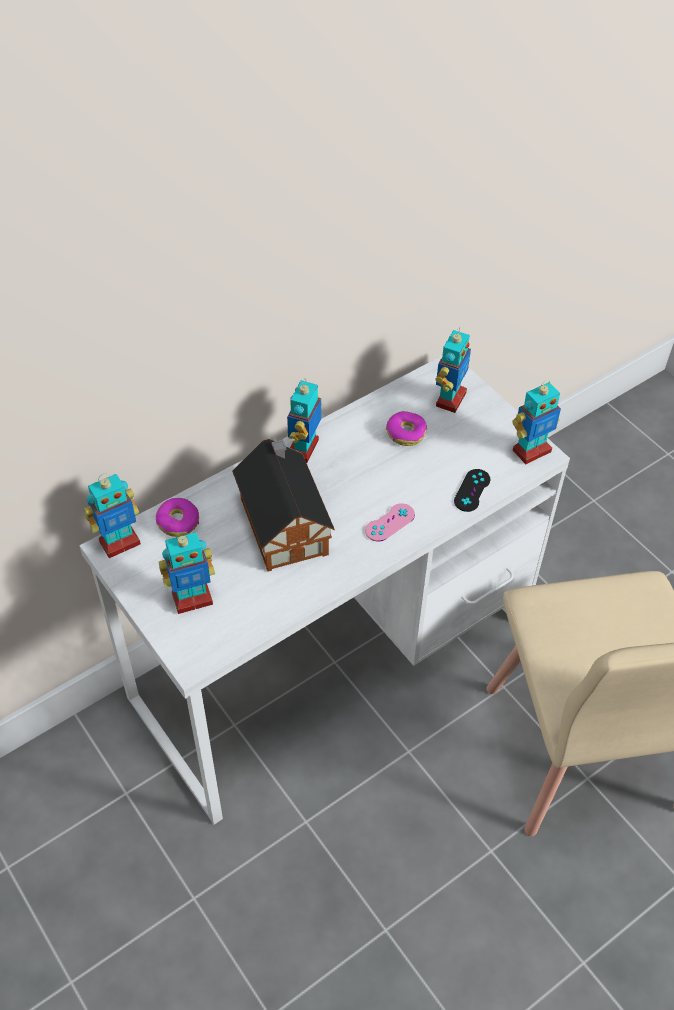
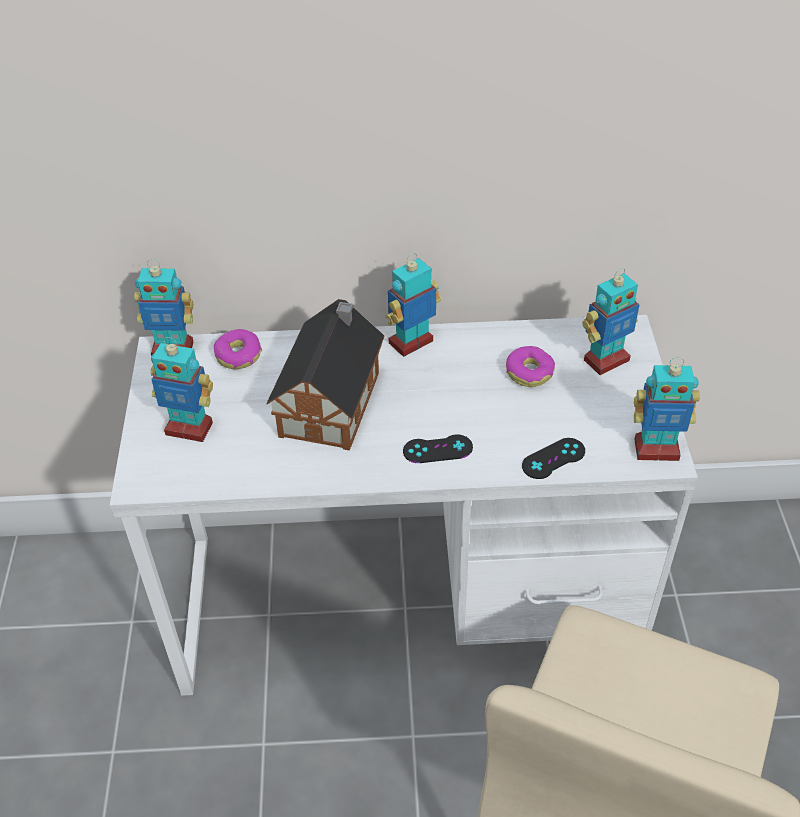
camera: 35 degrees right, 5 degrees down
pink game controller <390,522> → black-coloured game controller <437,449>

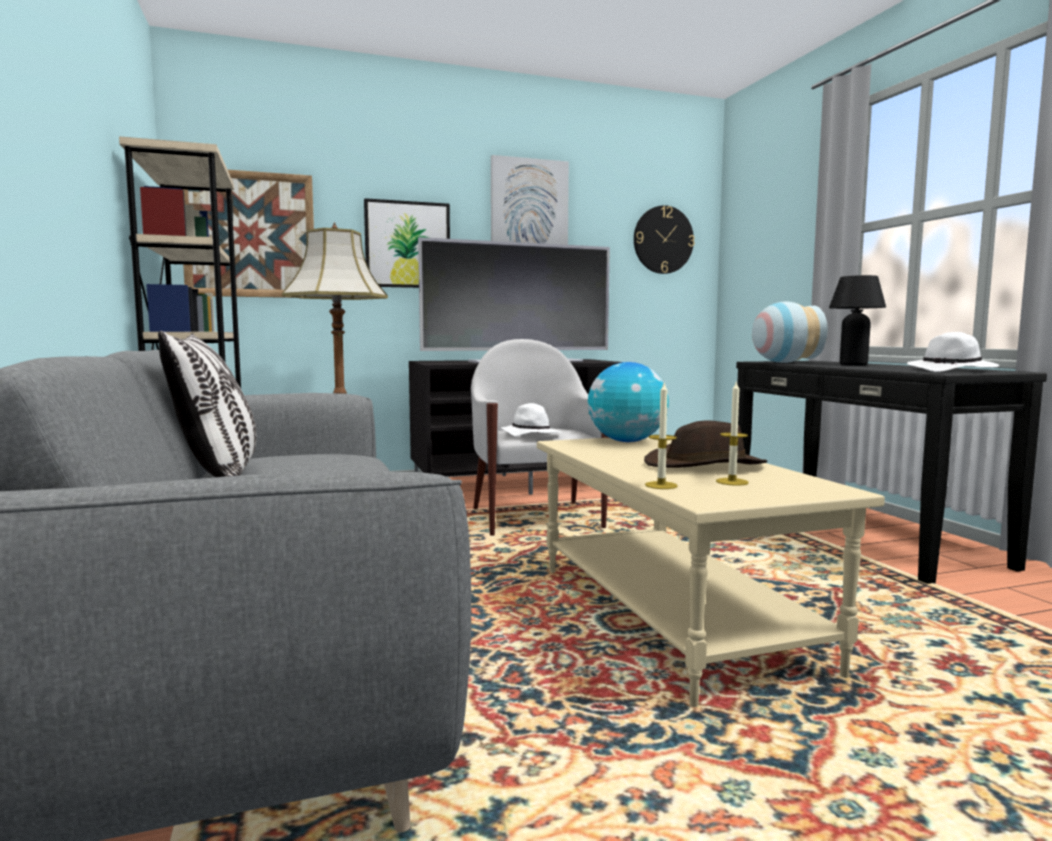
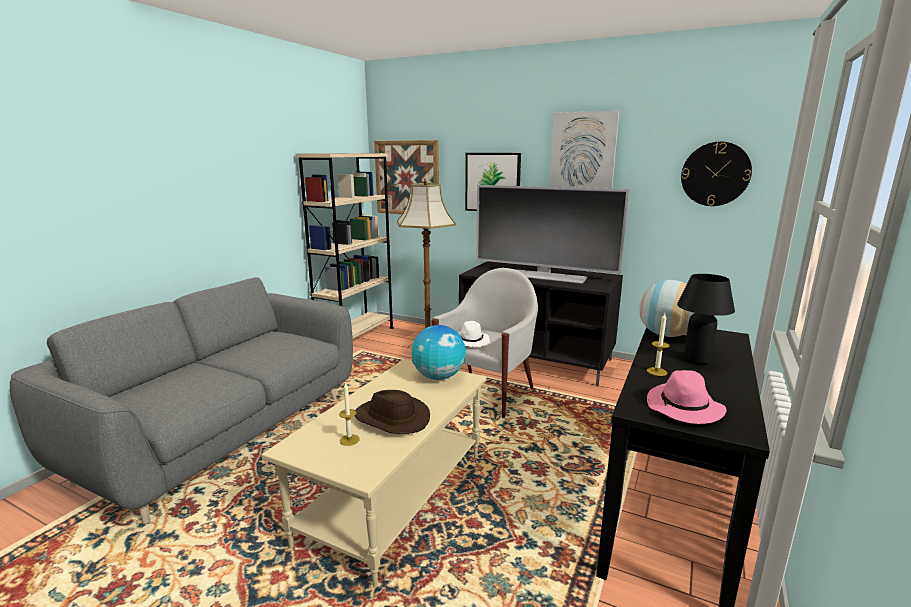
camera: 45 degrees right, 10 degrees up
cushion <219,476> → -
white wearable hat <952,370> → pink wearable hat <684,408>
candle <661,485> → candle <657,371>, move

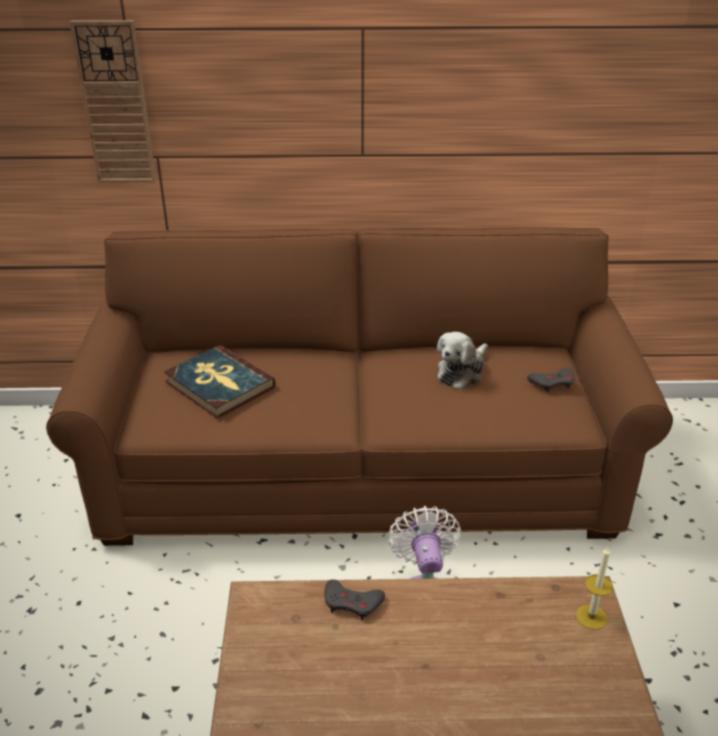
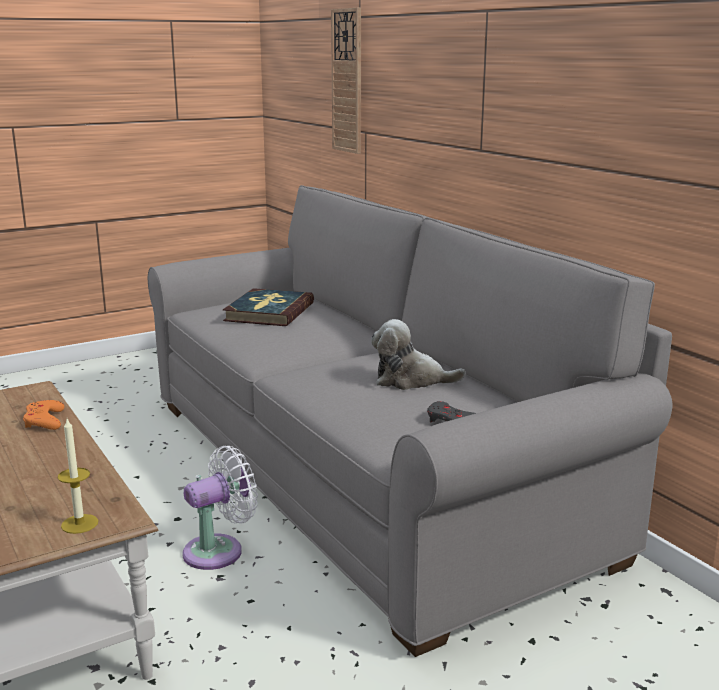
camera: 60 degrees right, 15 degrees down
brown-coloured sofa <360,469> → gray sofa <361,474>
gray game controller <352,603> → orange game controller <44,420>

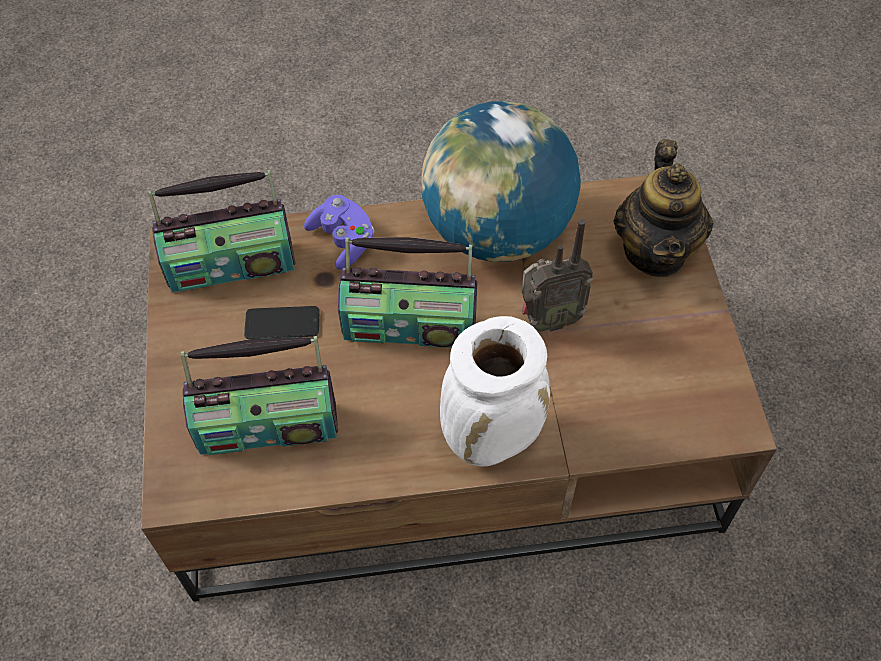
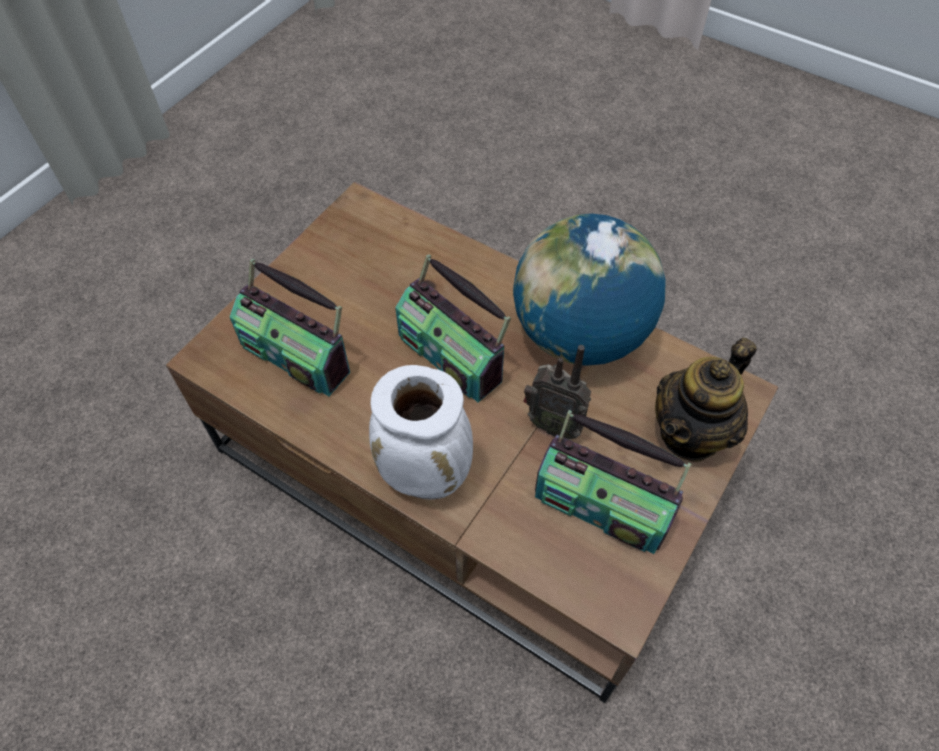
camera: 40 degrees right, 0 degrees up
radio <231,263> → radio <602,506>, move
purple game controller <343,241> → -
handset <282,323> → -

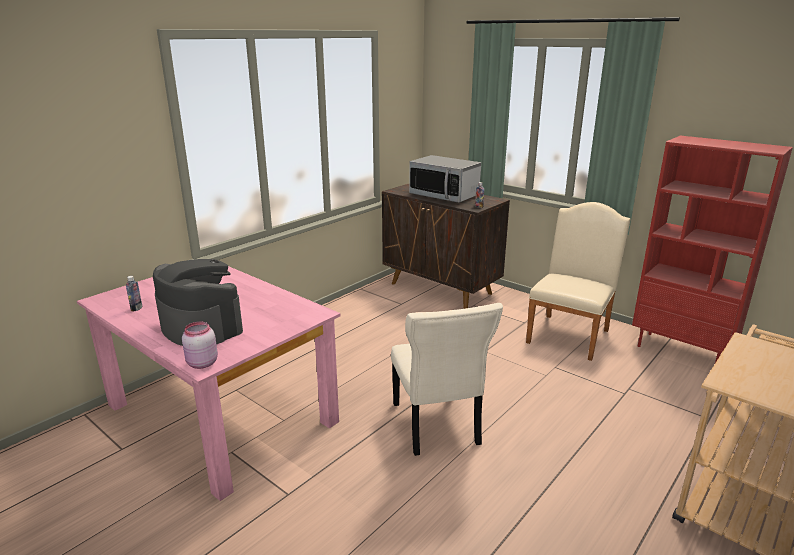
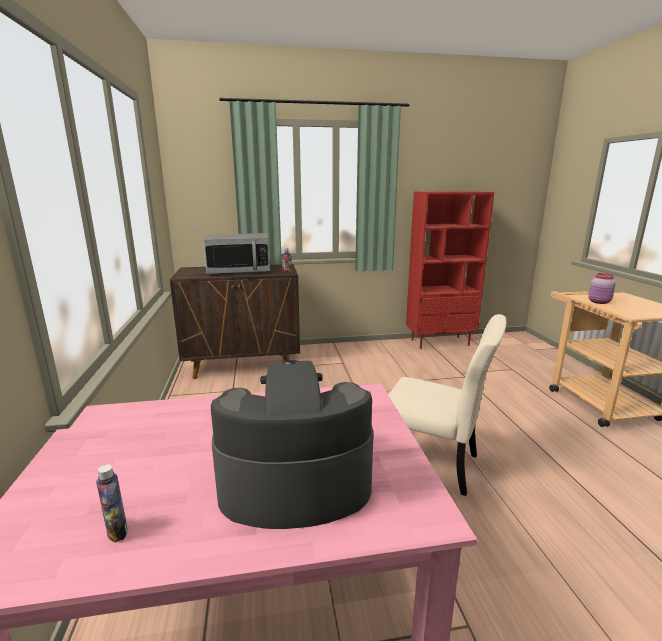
camera: 50 degrees left, 5 degrees down
sand-coloured plain chair <570,334> → -
pink jar <201,363> → pink jar <599,302>, move

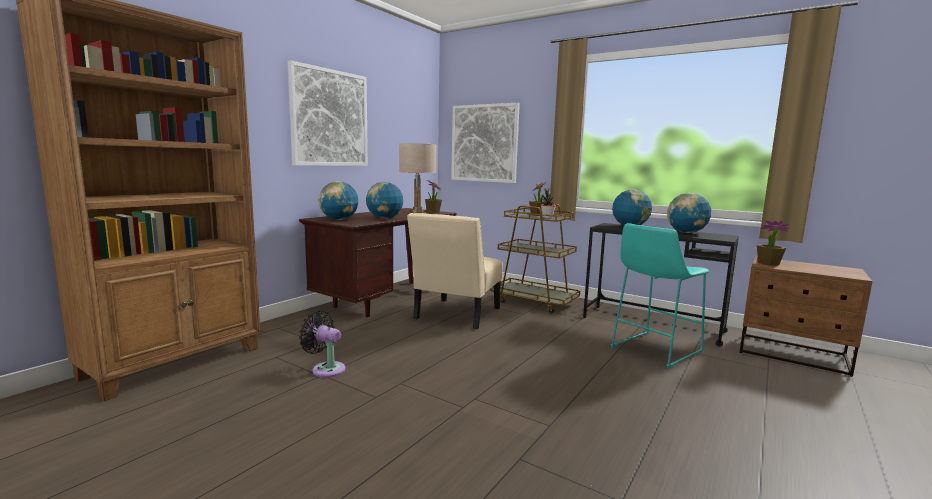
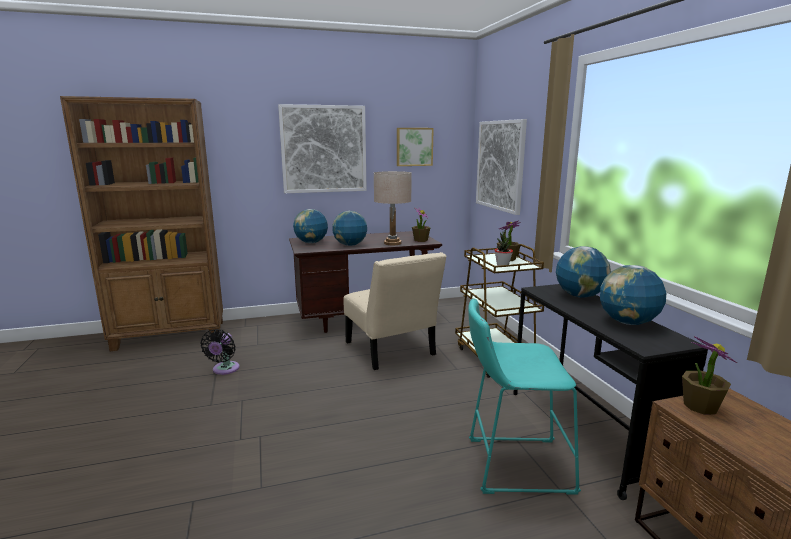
camera: 40 degrees right, 5 degrees up
sand-coloured plain chair <455,315> → sand-coloured plain chair <391,351>, 90 degrees counterclockwise
black-coloured cooling fan <326,369> → black-coloured cooling fan <224,370>, 150 degrees counterclockwise
- → picture <414,147>

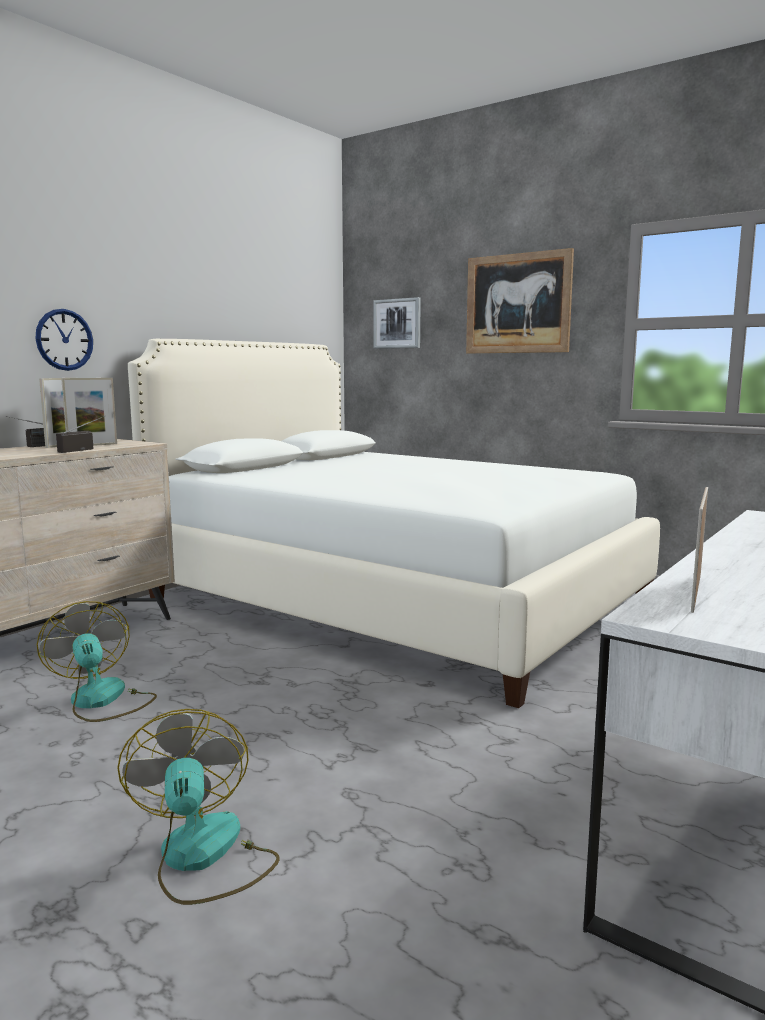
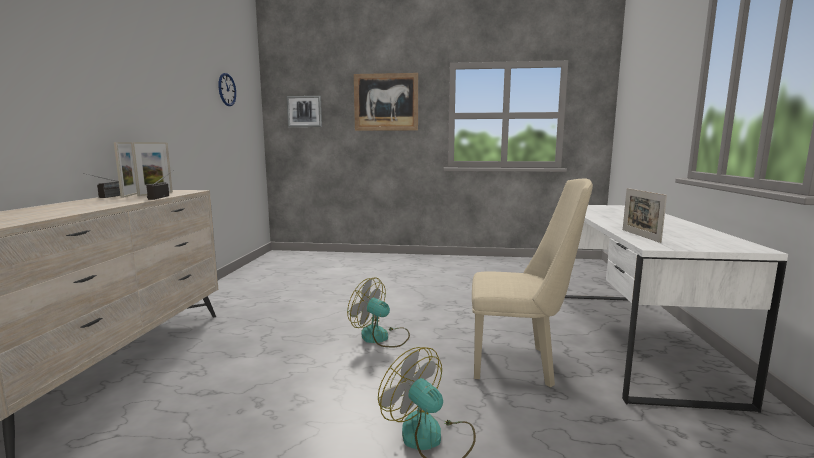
camera: 30 degrees left, 0 degrees up
clock on the wall <64,339> → clock on the wall <227,89>, move
white bed <395,600> → -
cooling fan <102,701> → cooling fan <381,337>, move
- → sand-coloured plain chair <520,363>

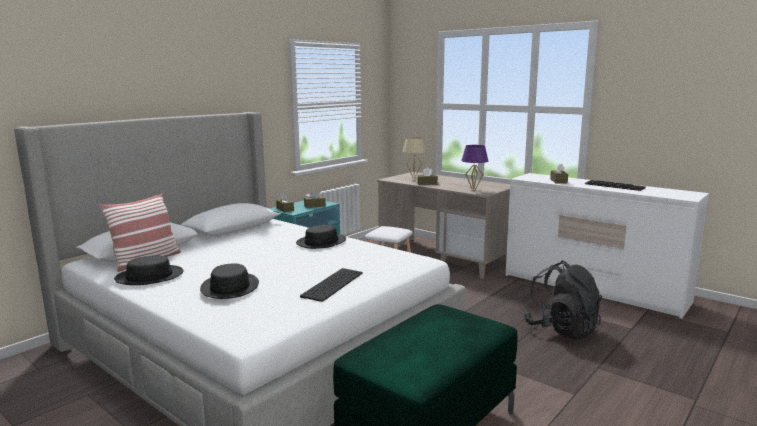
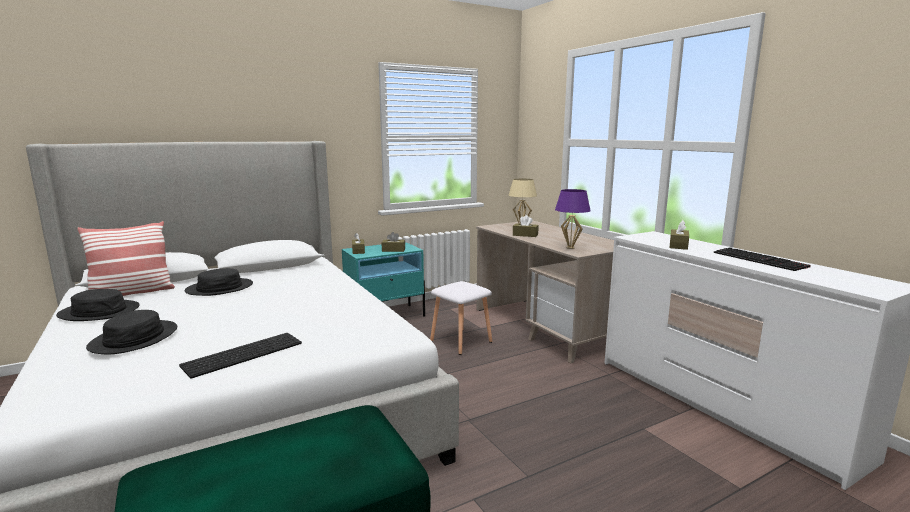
camera: 20 degrees right, 0 degrees up
black-coloured wearable hat <321,242> → black-coloured wearable hat <219,288>, move
black-coloured backpack <561,329> → -

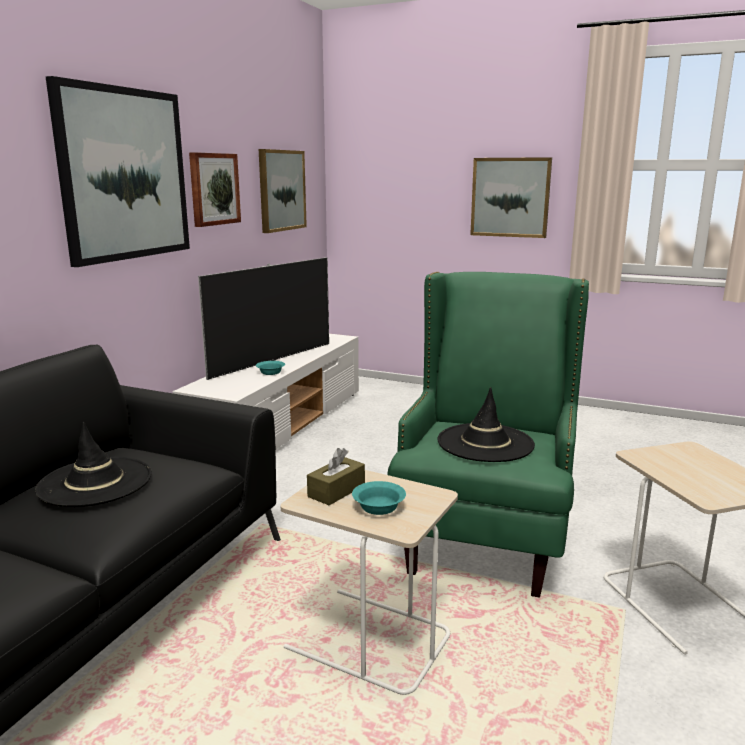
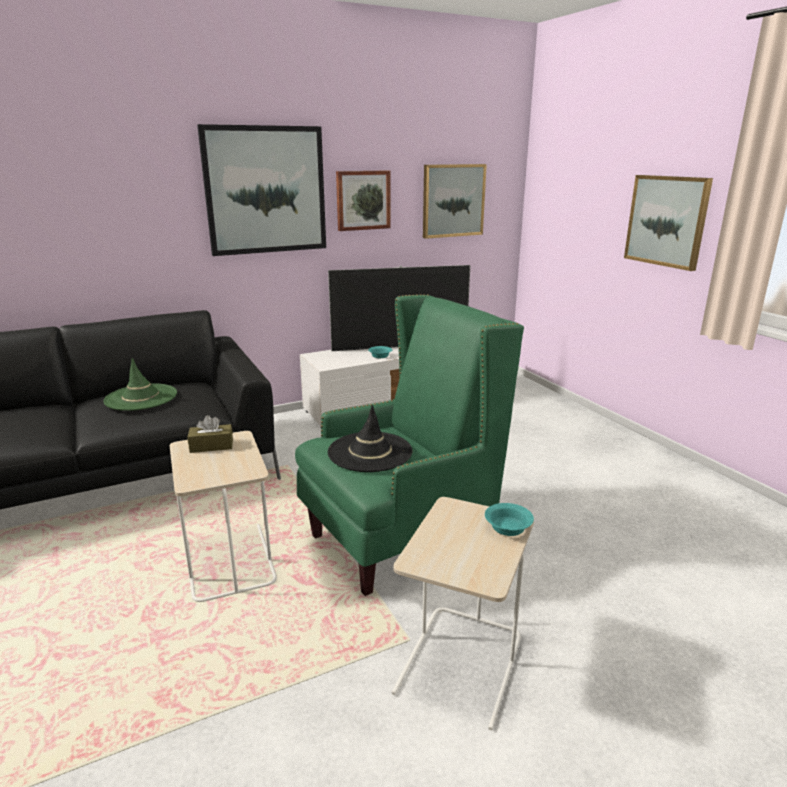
camera: 40 degrees right, 5 degrees up
black-coloured wearable hat <95,482> → green wearable hat <141,397>
blue-green deep dish <378,506> → blue-green deep dish <508,527>, move

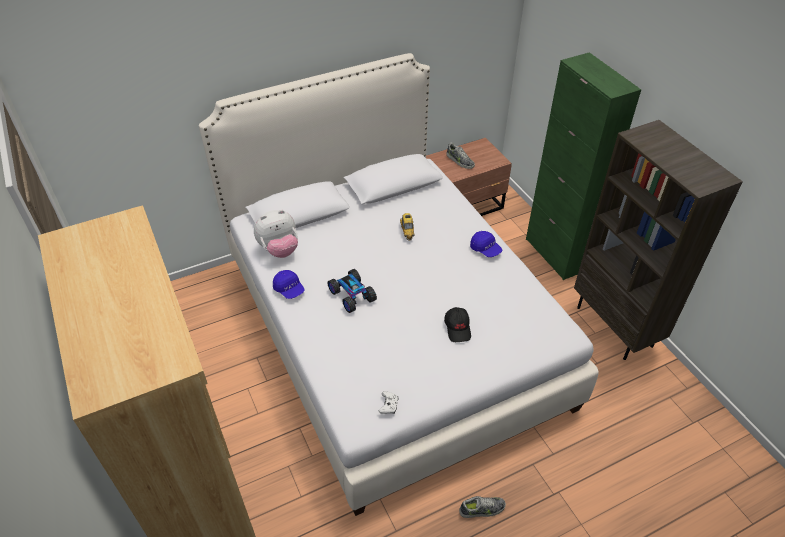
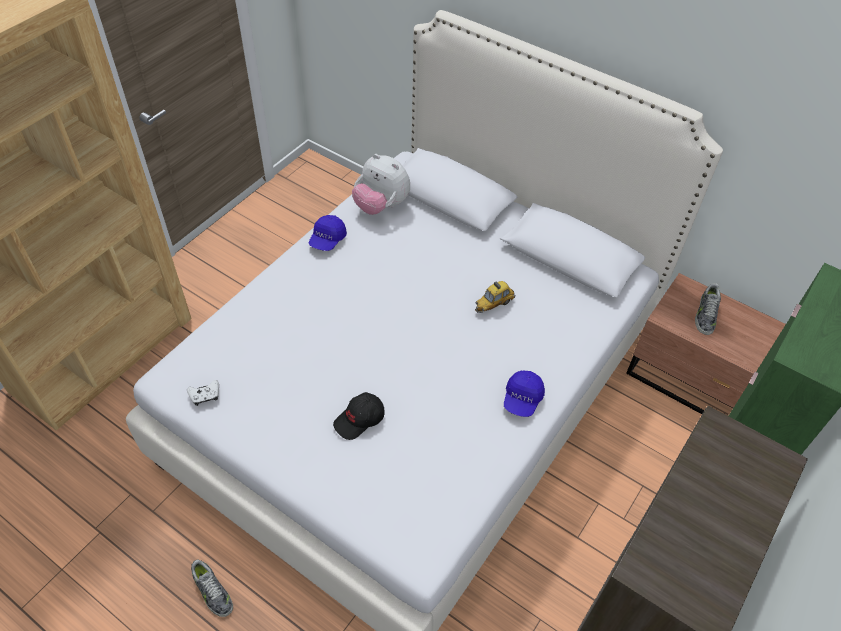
camera: 60 degrees right, 5 degrees up
toy car <352,295> → -

